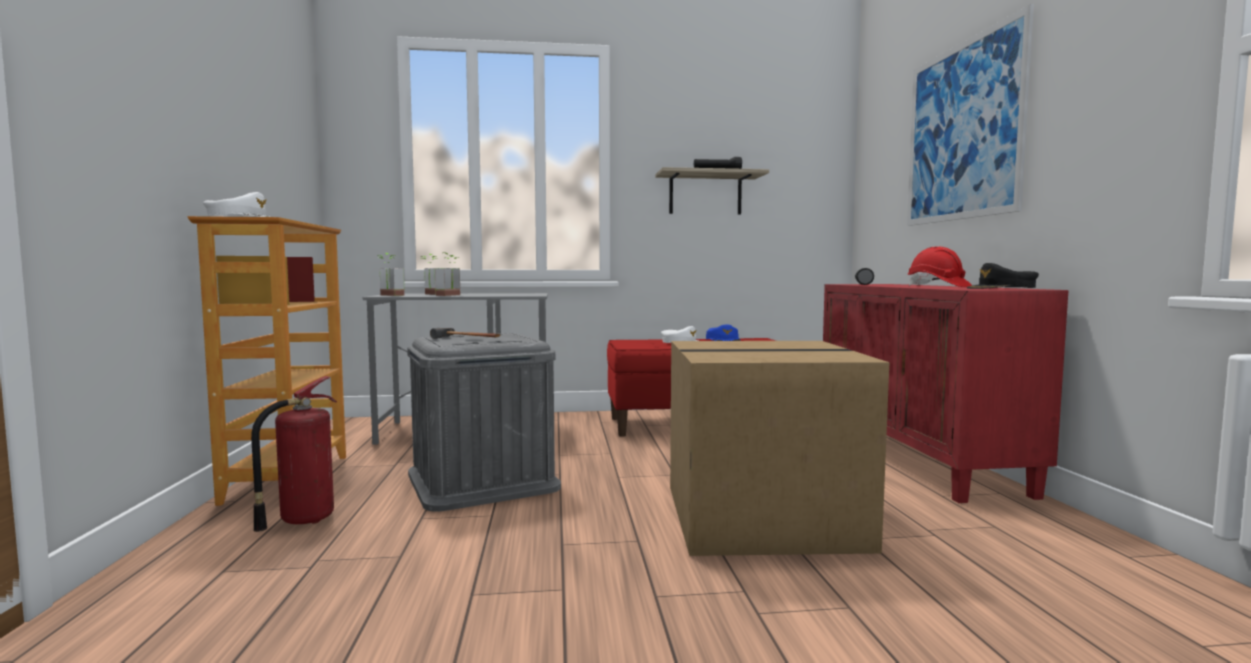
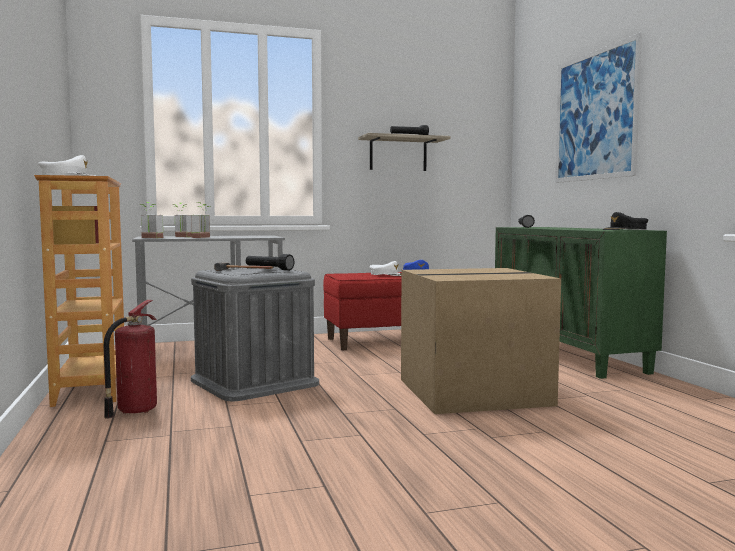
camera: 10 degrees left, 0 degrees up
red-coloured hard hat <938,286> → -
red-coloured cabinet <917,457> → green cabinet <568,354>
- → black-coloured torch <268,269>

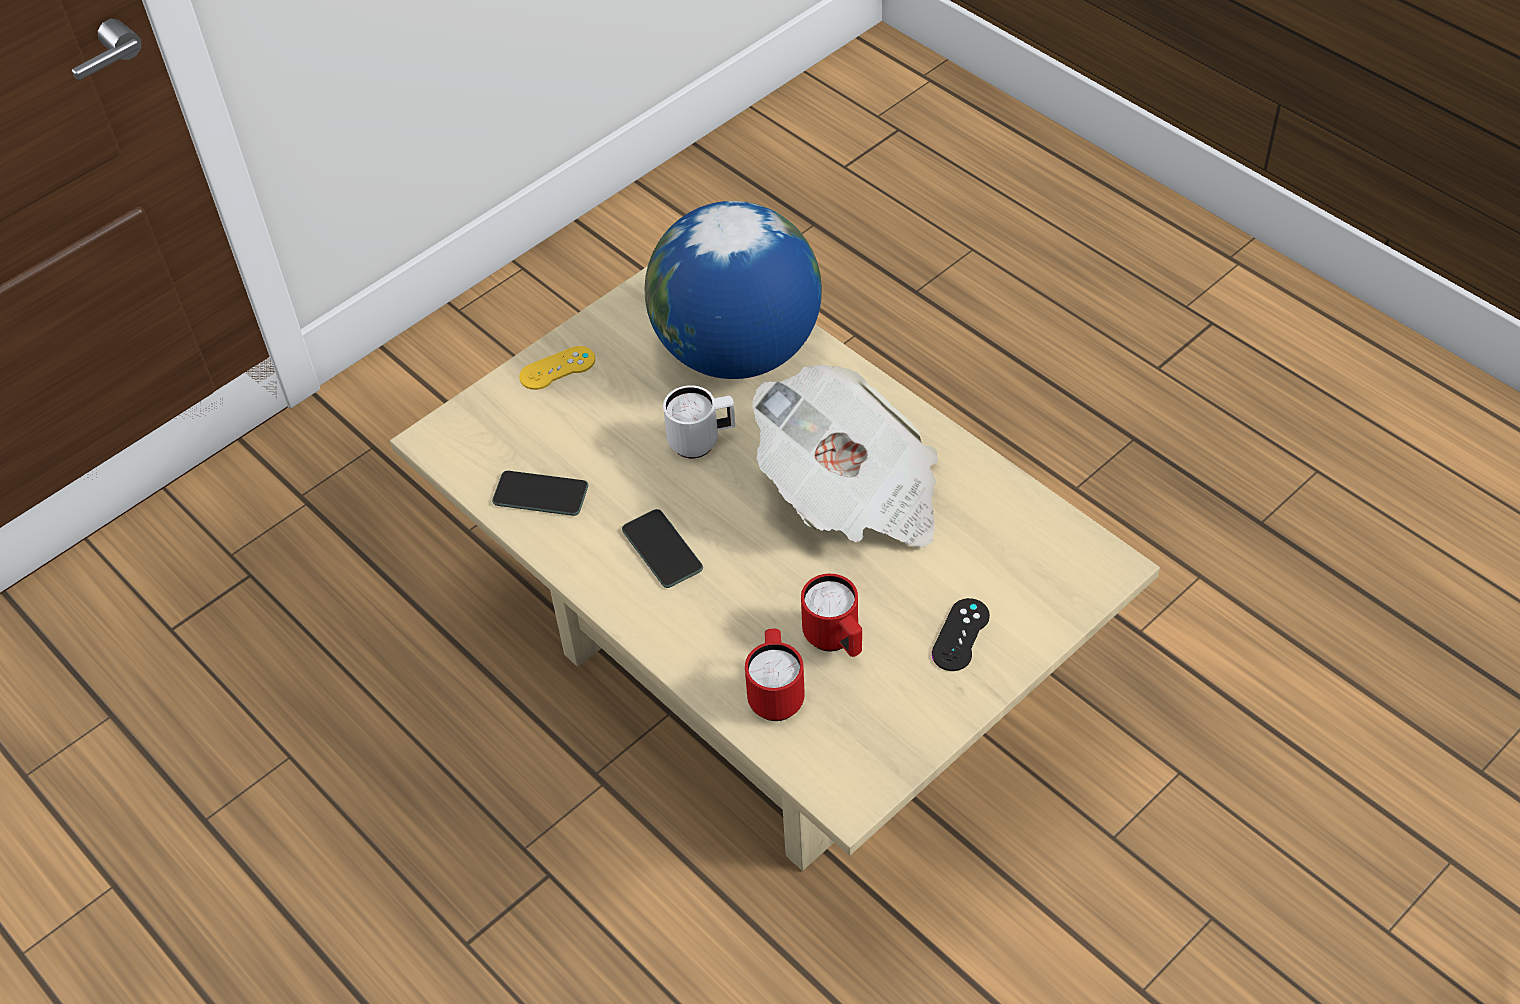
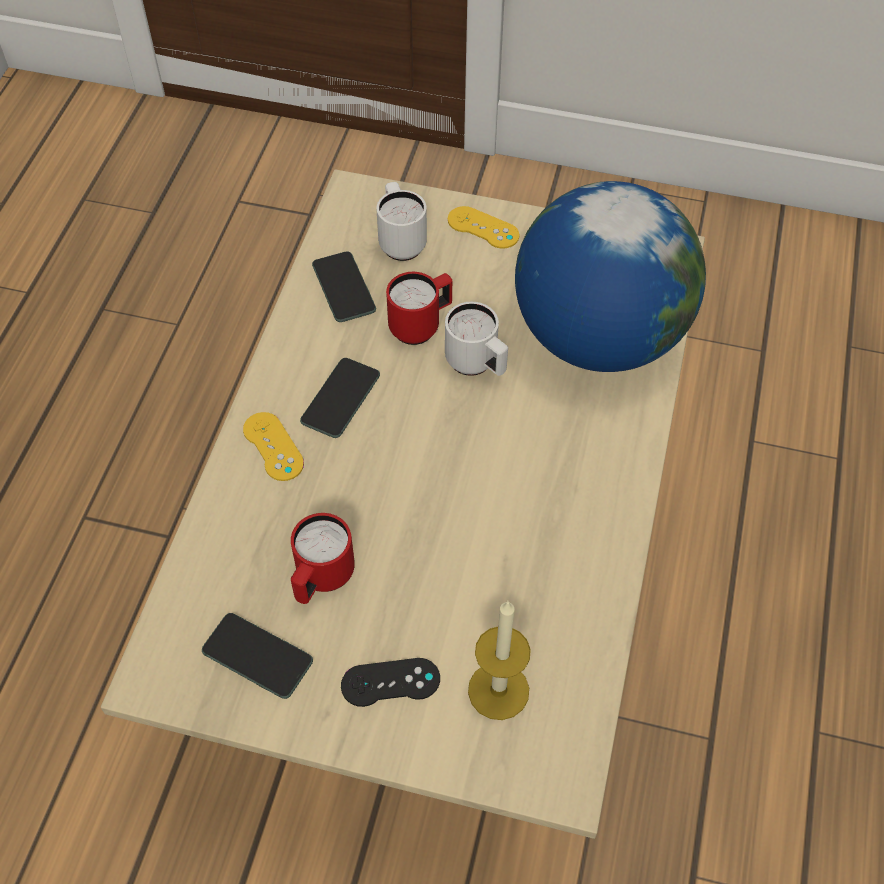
camera: 55 degrees right, 5 degrees up
newspaper <852,494> → -
red-coloured mug <776,694> → red-coloured mug <421,326>, move
- → white mug <400,241>
- → yellow game controller <273,446>
- → candle <498,690>
- → handset <257,656>

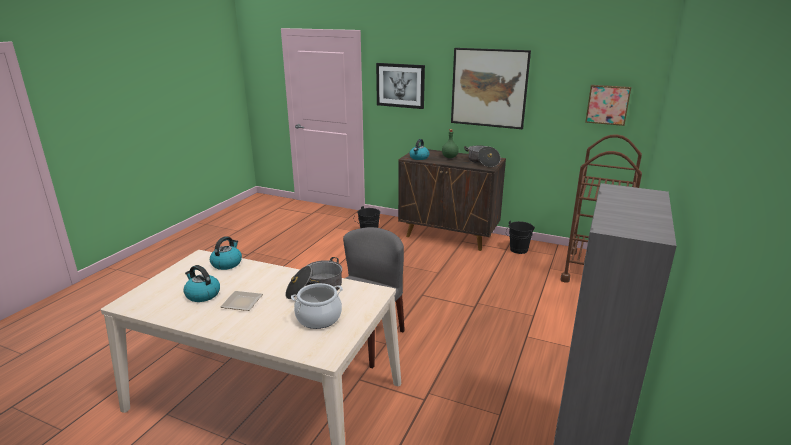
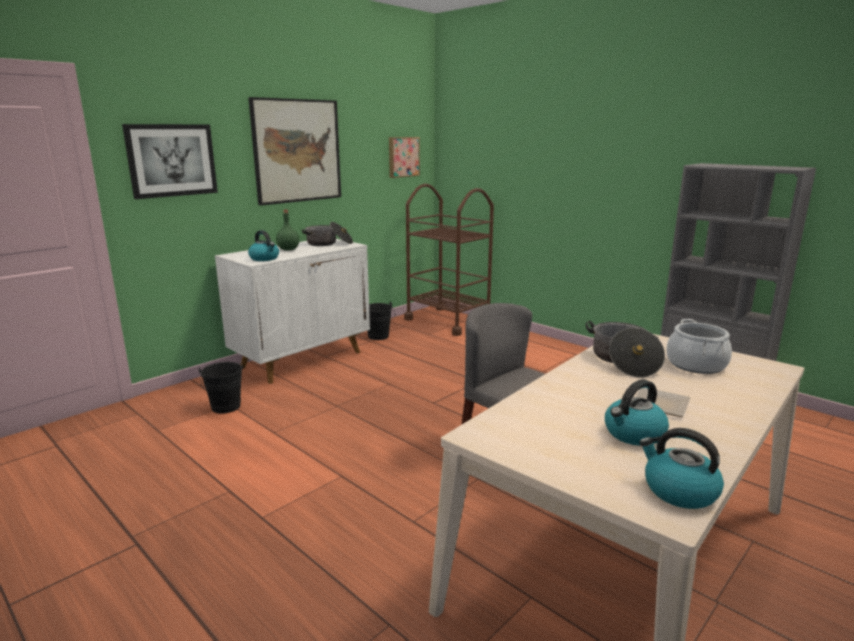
camera: 70 degrees left, 5 degrees down
brown-coloured cabinet <449,236> → white cabinet <303,359>
water kettle <227,263> → water kettle <678,491>, move

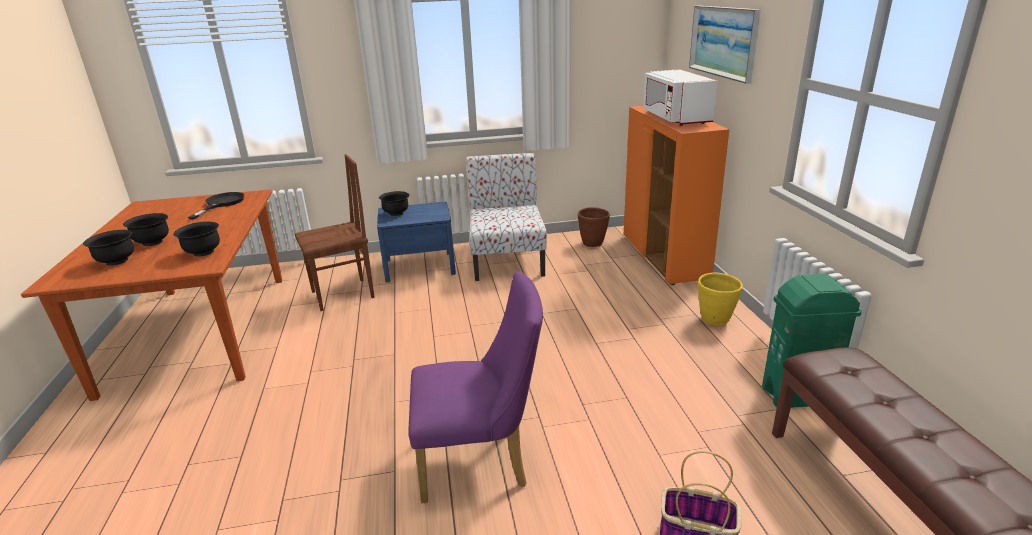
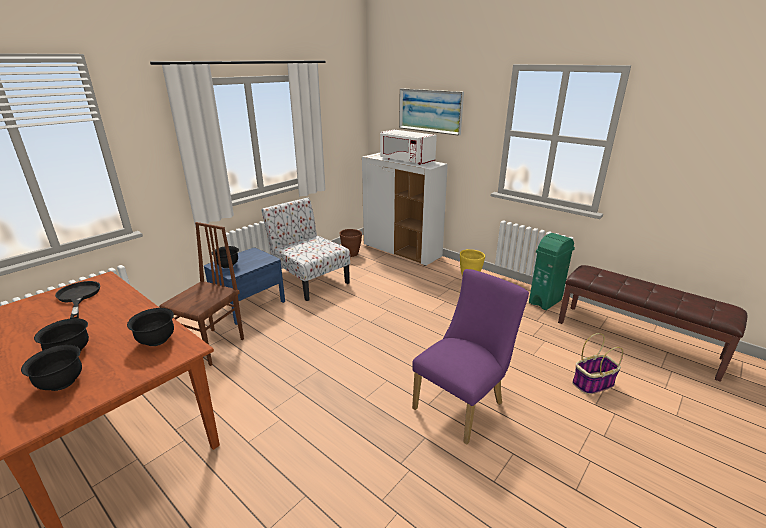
camera: 40 degrees left, 0 degrees up
orange cabinet <664,257> → white cabinet <402,251>

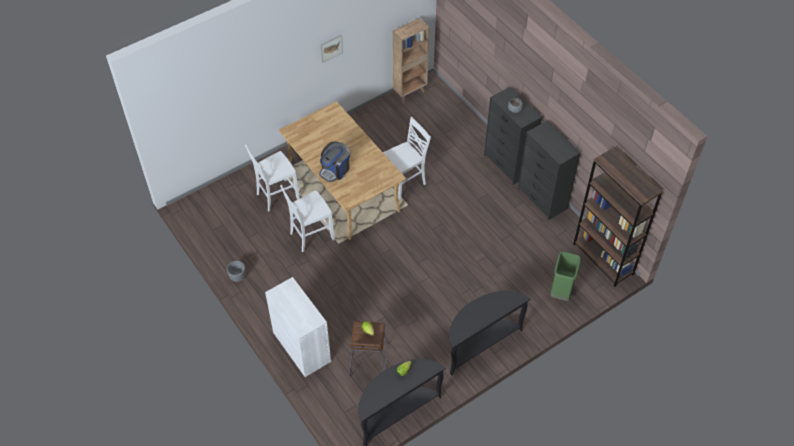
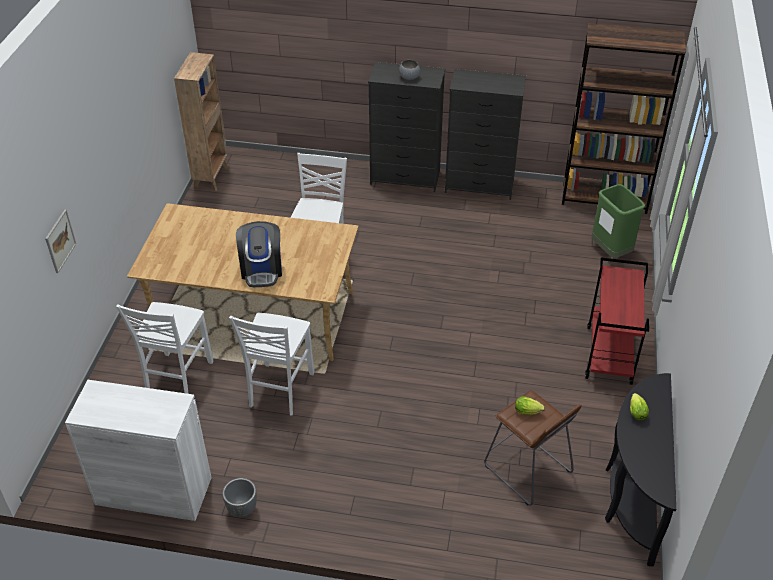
camera: 45 degrees left, 10 degrees down
picture <331,48> → picture <60,241>, move
white cabinet <301,347> → white cabinet <153,491>, move
black-coloured narrow table <479,344> → red-coloured wheeled cart <609,355>

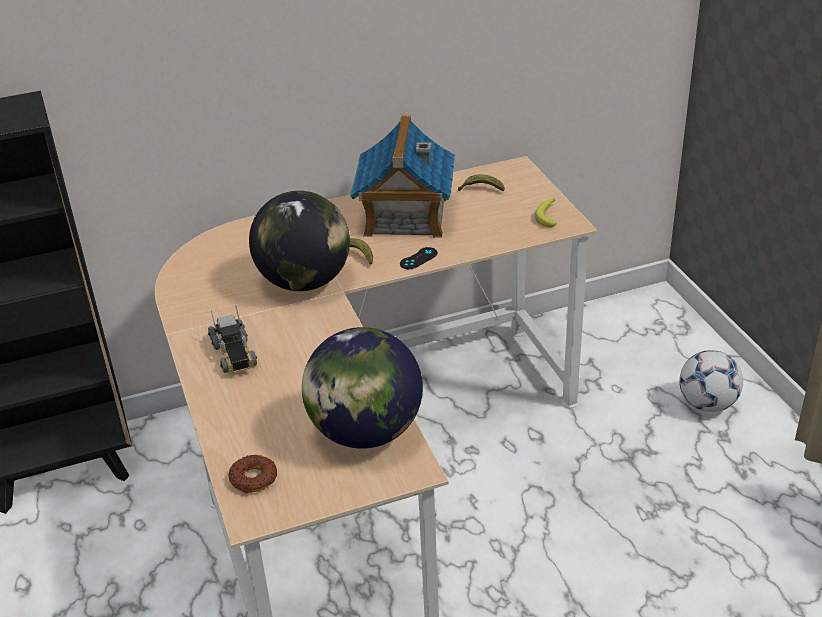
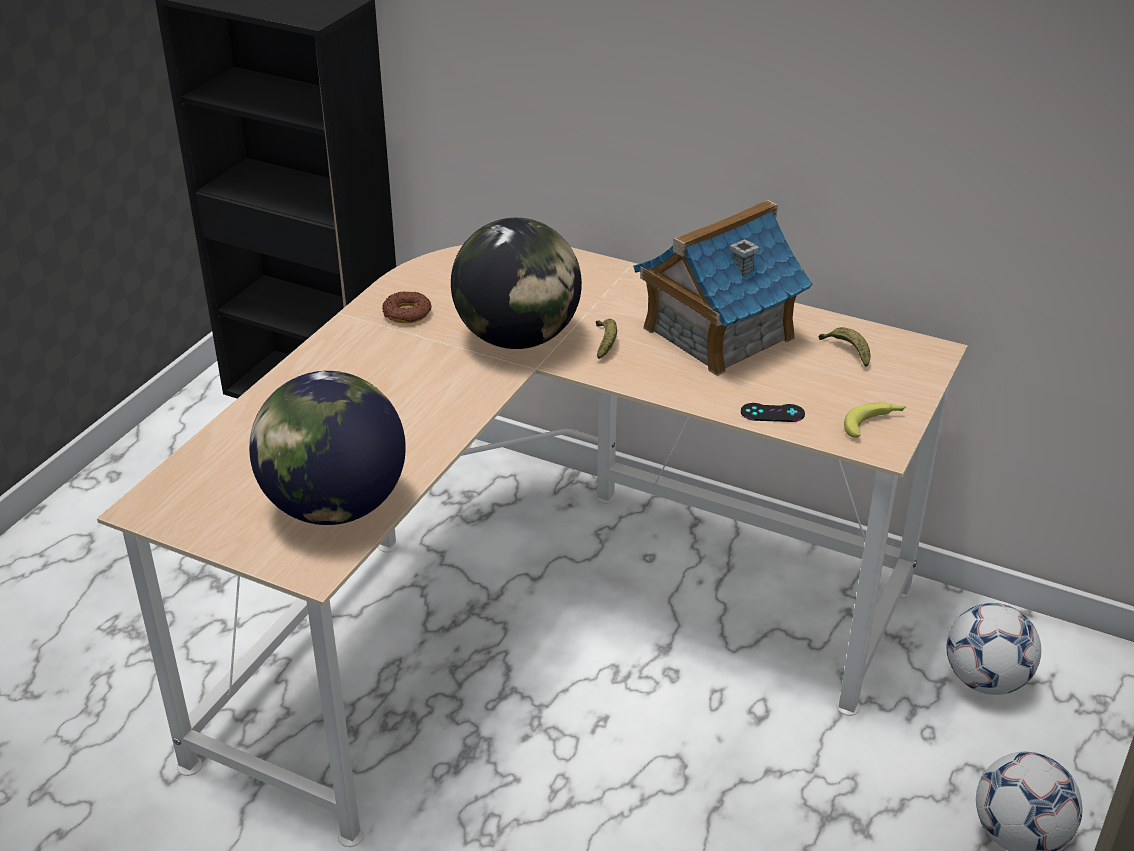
camera: 45 degrees right, 0 degrees up
black-coloured game controller <418,258> → black-coloured game controller <772,413>, move
model truck <234,353> → -
donut <253,478> → donut <407,313>, move
- → football <985,680>

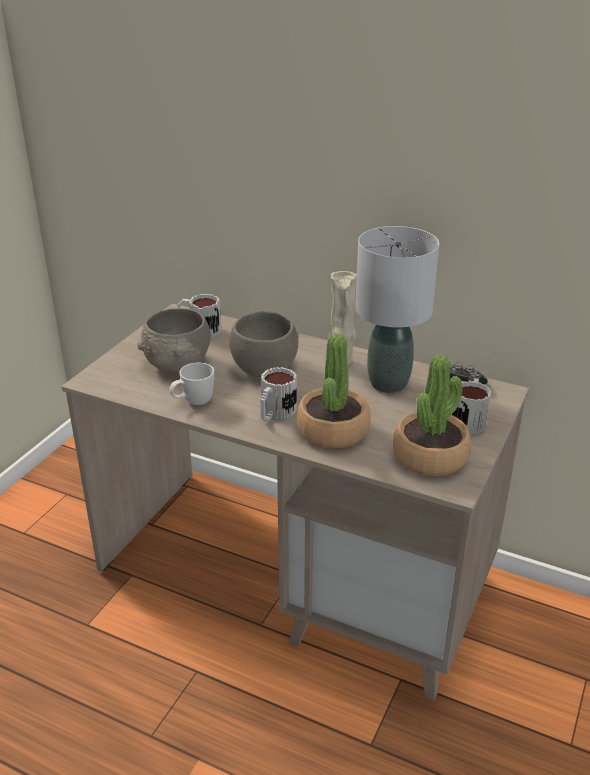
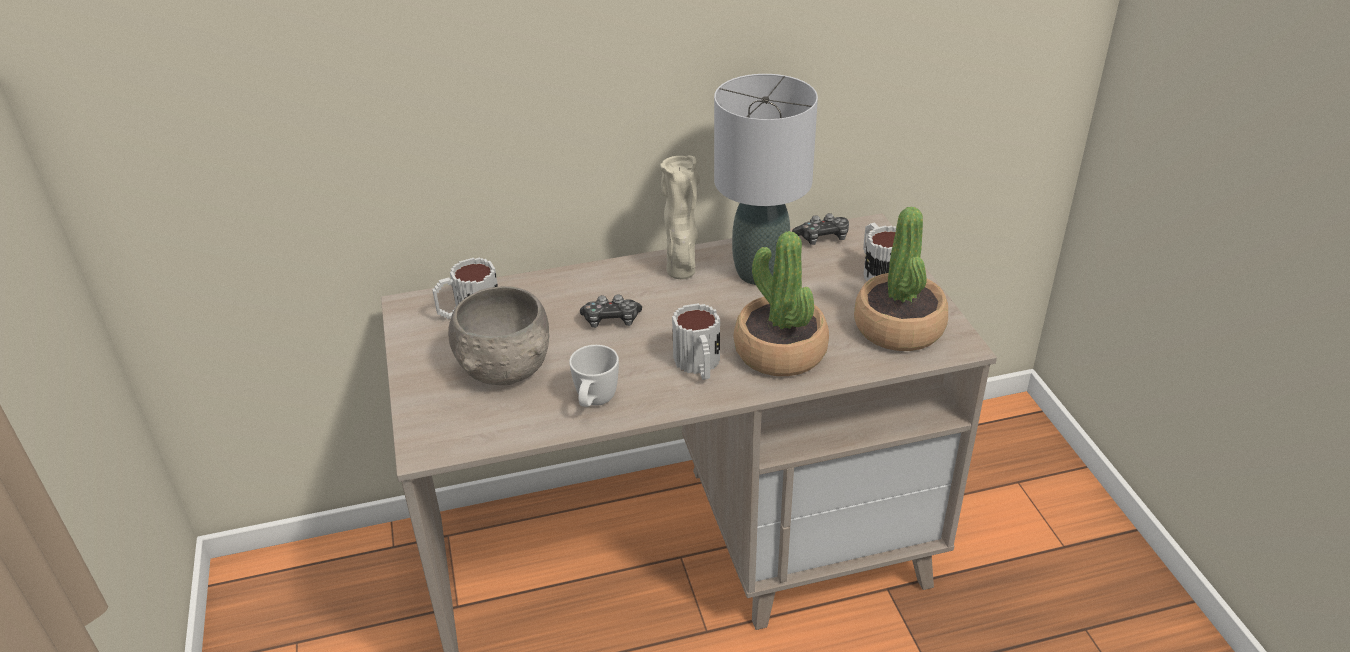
camera: 40 degrees left, 5 degrees up
gray deep dish <264,367> → game controller <611,320>

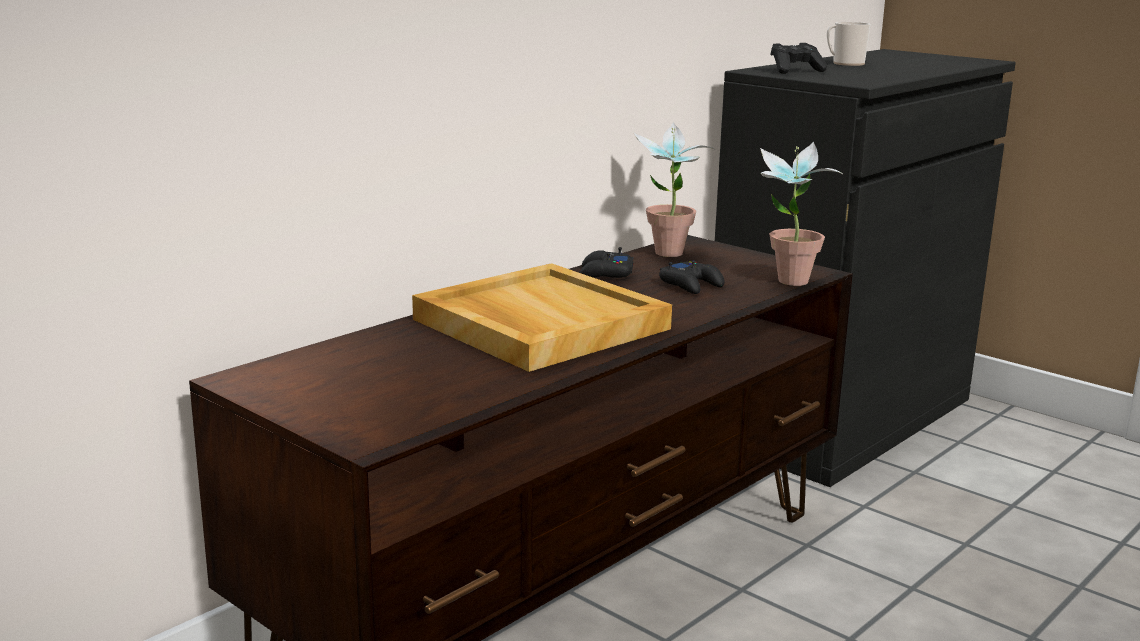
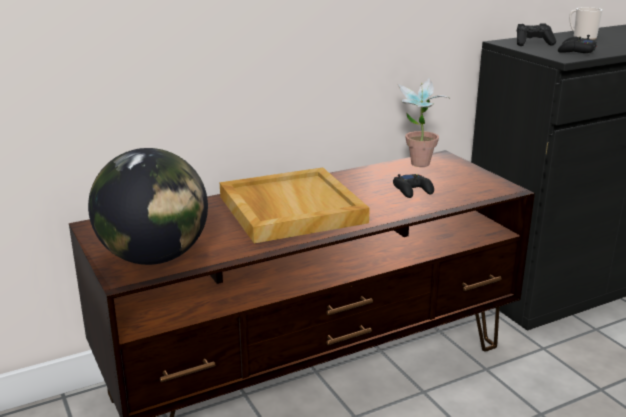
camera: 20 degrees right, 5 degrees up
plant in a pot <787,284> → -
black-coloured game controller <605,274> → black-coloured game controller <576,51>, move
- → world globe <154,258>

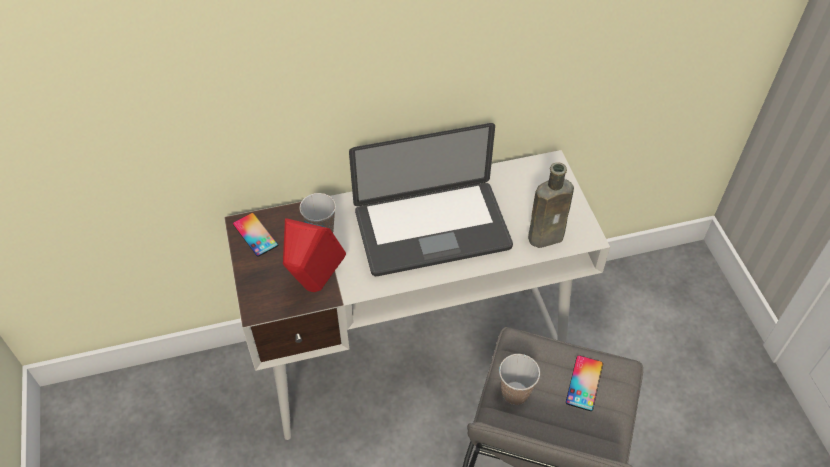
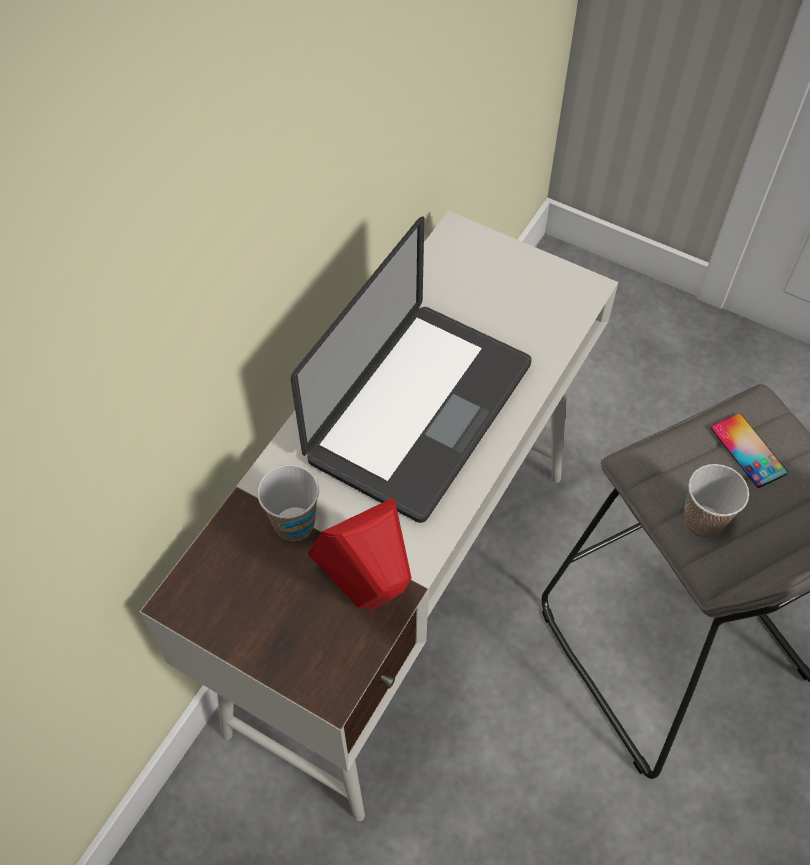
camera: 45 degrees left, 5 degrees up
brown-coloured bottle <548,236> → -
handset <255,234> → -

